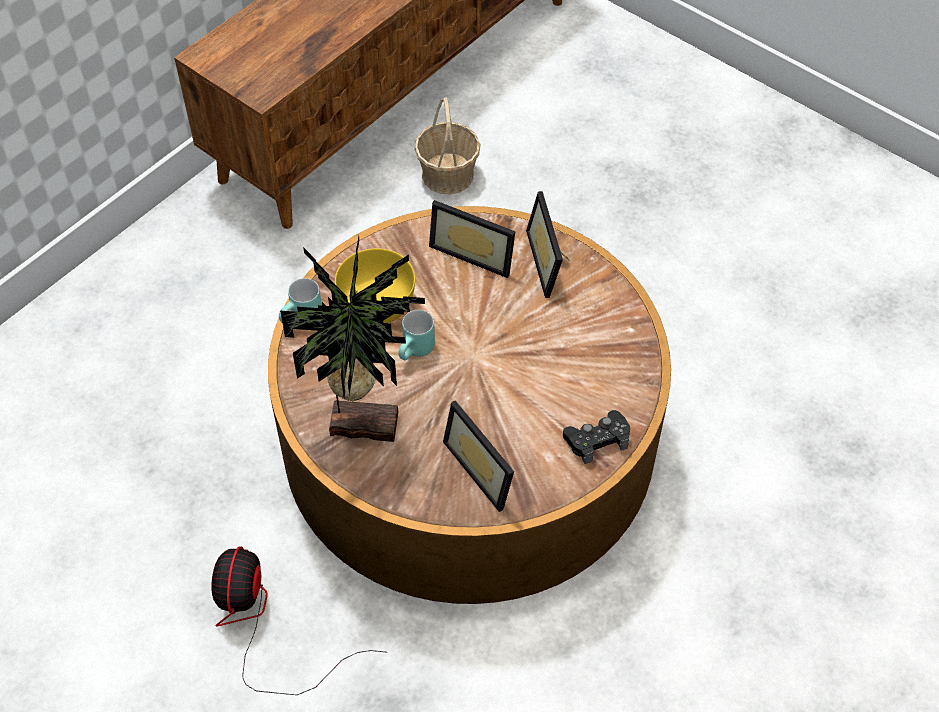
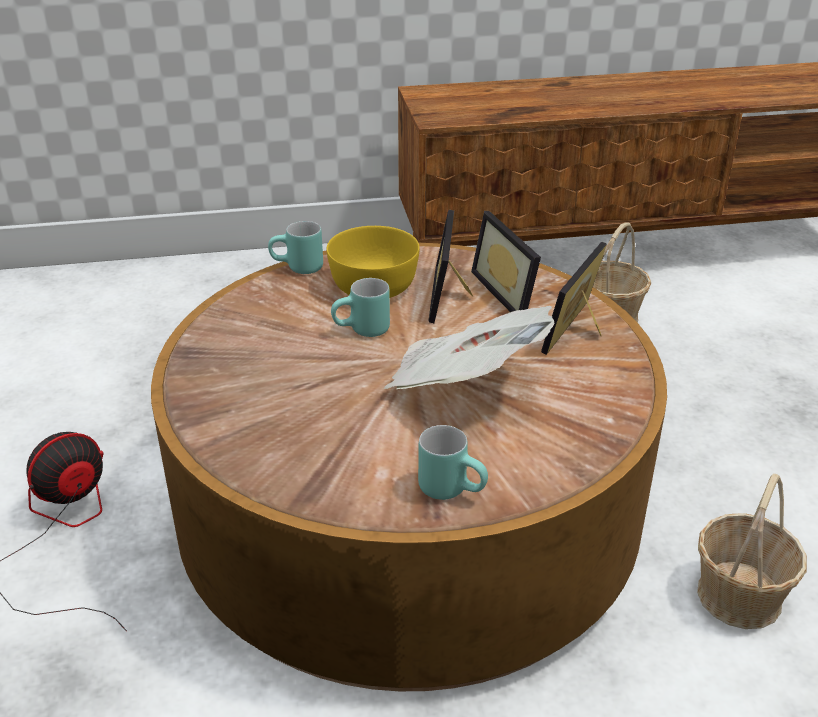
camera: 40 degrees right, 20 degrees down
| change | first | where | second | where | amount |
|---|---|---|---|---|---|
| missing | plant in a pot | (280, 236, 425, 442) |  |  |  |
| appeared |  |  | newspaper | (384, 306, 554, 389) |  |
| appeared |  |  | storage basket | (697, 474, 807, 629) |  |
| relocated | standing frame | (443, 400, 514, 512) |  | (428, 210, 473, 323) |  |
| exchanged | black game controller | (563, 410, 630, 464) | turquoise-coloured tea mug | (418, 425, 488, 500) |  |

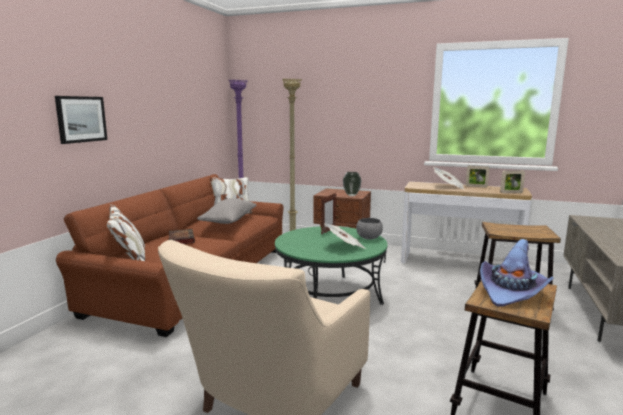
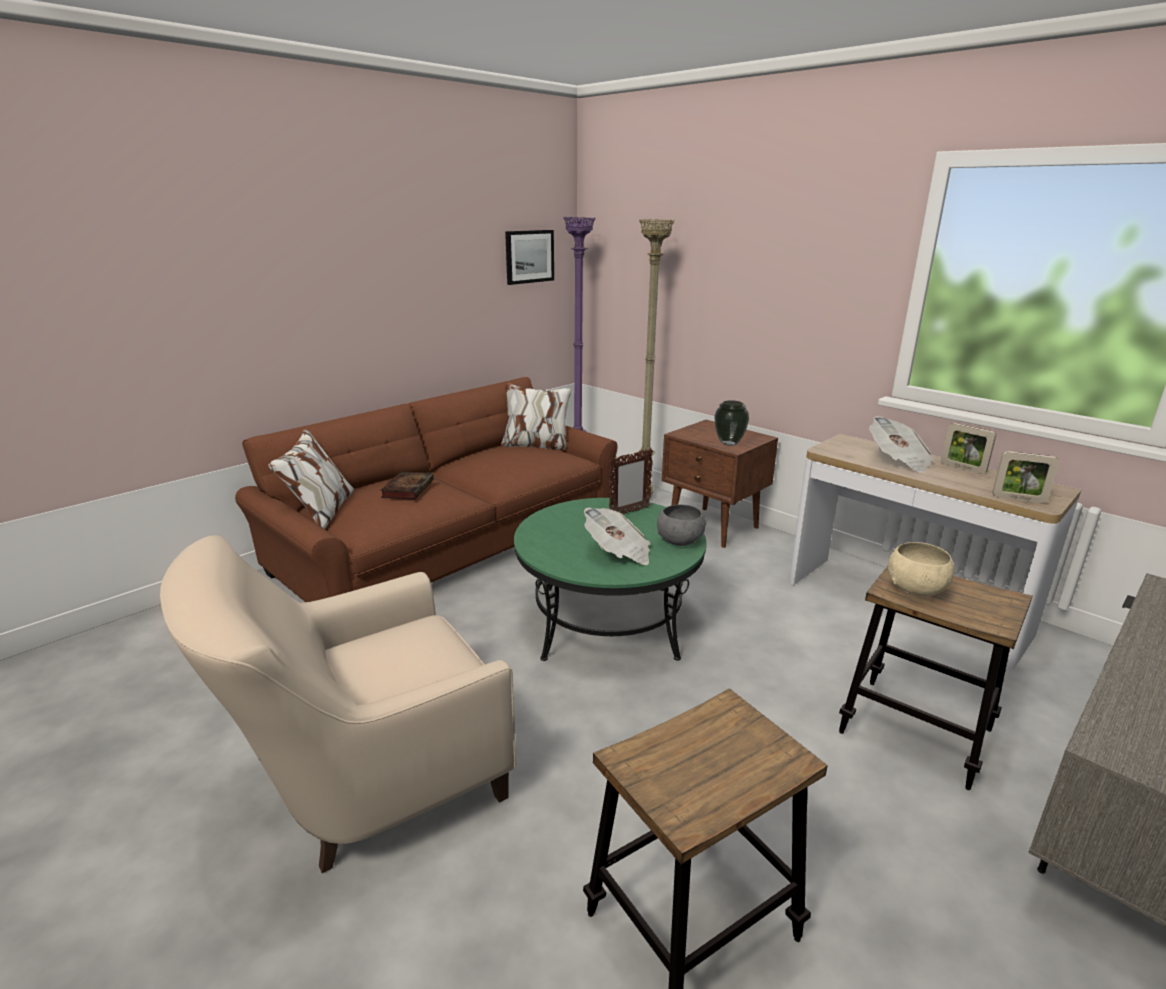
camera: 25 degrees right, 10 degrees up
| change | first | where | second | where | amount |
|---|---|---|---|---|---|
| missing | grey cushion | (197, 198, 256, 224) |  |  |  |
| missing | purple wearable hat | (480, 239, 554, 306) |  |  |  |
| appeared |  |  | beige deep dish | (888, 542, 954, 597) |  |
| relocated | wall art | (55, 96, 107, 144) |  | (505, 230, 554, 285) |  |

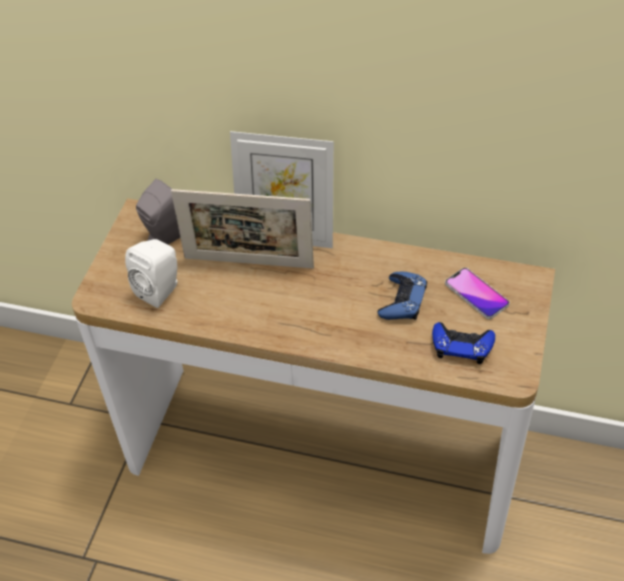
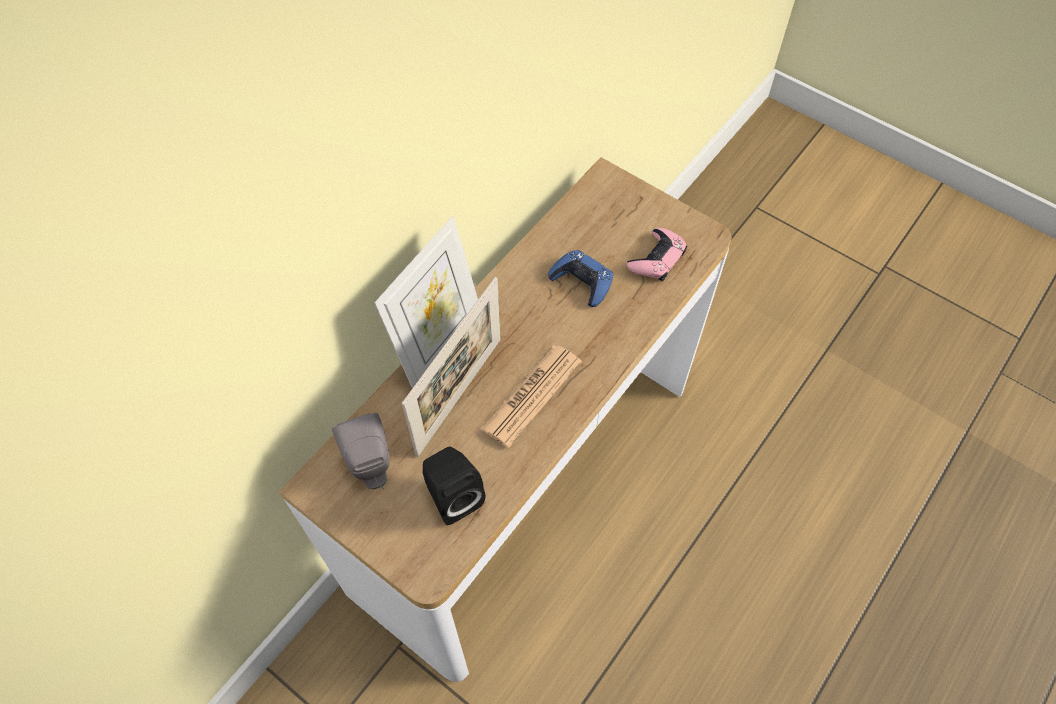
camera: 70 degrees left, 10 degrees up
| change | first | where | second | where | amount |
|---|---|---|---|---|---|
| missing | handset | (445, 268, 510, 319) |  |  |  |
| appeared |  |  | newspaper | (480, 345, 582, 448) |  |
| colour | whitish loudspeaker | (125, 239, 177, 308) | black loudspeaker | (422, 447, 485, 525) |  |
| colour | bluish game controller | (432, 322, 495, 364) | pink-coloured game controller | (627, 228, 687, 281) |  |

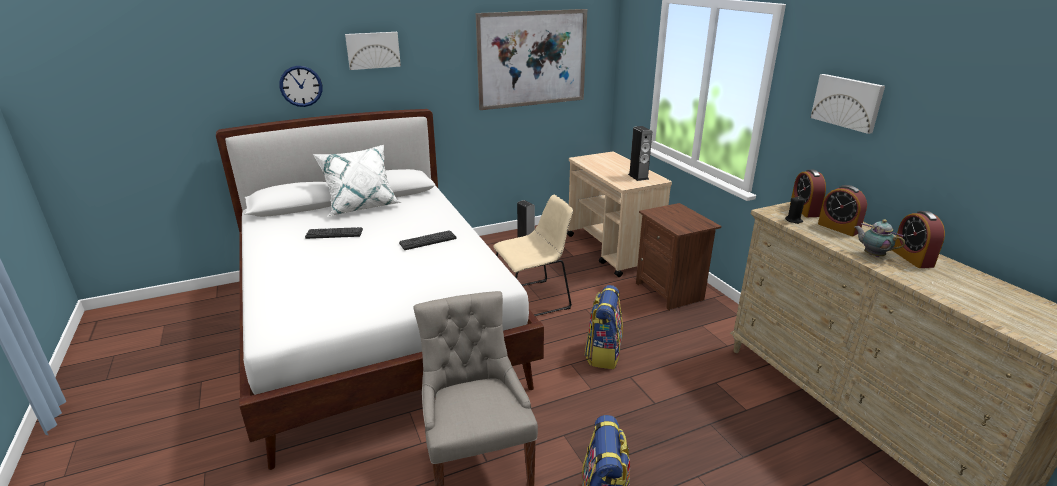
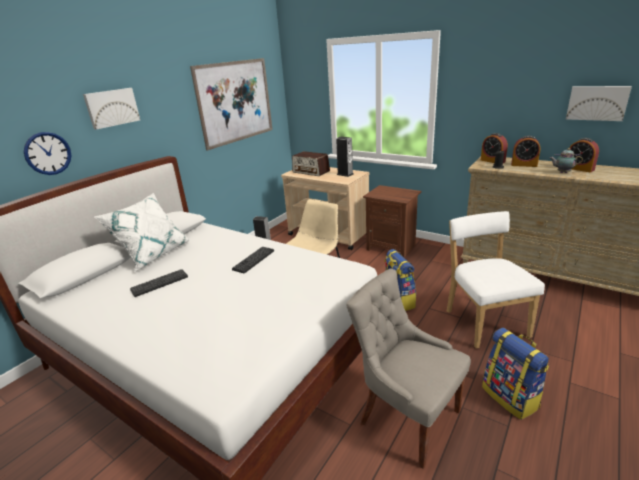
camera: 30 degrees left, 0 degrees up
| change | first | where | second | where | amount |
|---|---|---|---|---|---|
| appeared |  |  | radio receiver | (292, 151, 330, 176) |  |
| appeared |  |  | whitish upright chair | (447, 211, 545, 349) |  |
| relocated | wall art | (810, 74, 885, 134) |  | (566, 86, 632, 121) |  |

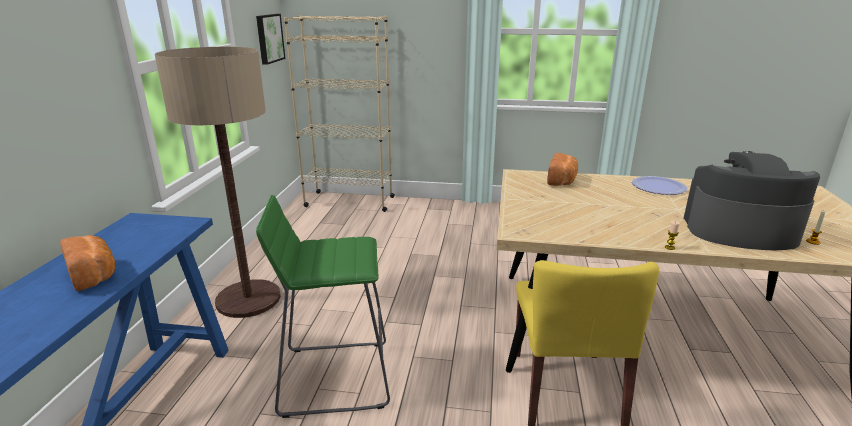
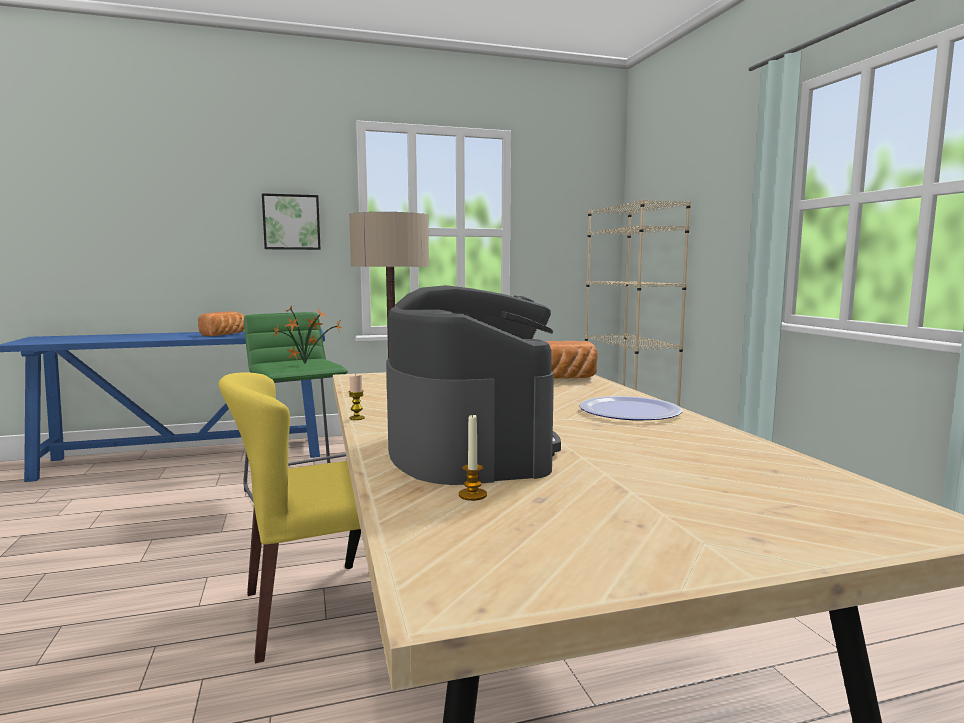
camera: 65 degrees right, 15 degrees down
| change | first | where | second | where | amount |
|---|---|---|---|---|---|
| appeared |  |  | plant in a pot | (273, 306, 342, 364) |  |
| relocated | wall art | (256, 14, 285, 65) |  | (262, 193, 320, 250) |  |

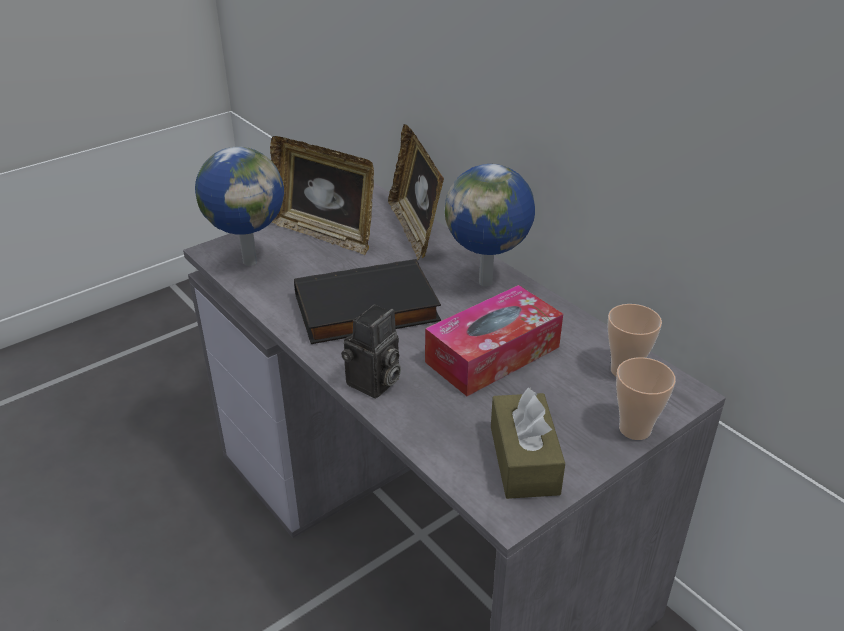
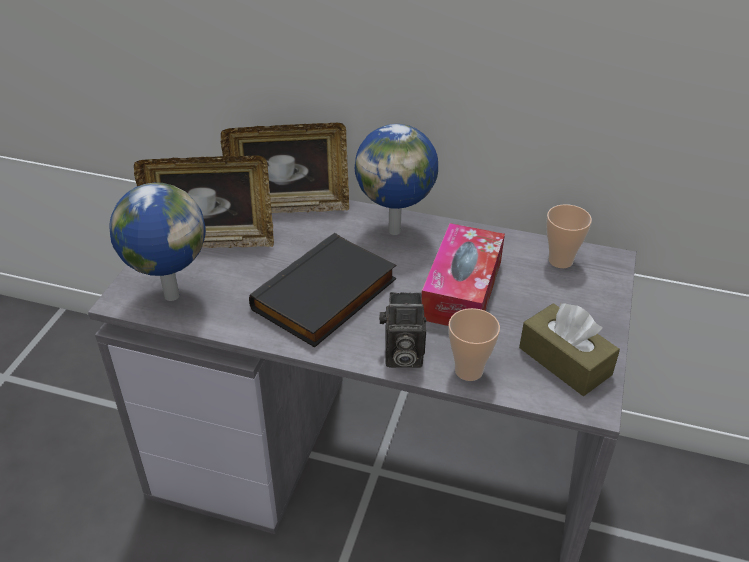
camera: 35 degrees left, 5 degrees up
| change | first | where | second | where | amount |
|---|---|---|---|---|---|
| relocated | drinking cup | (616, 357, 676, 440) |  | (448, 308, 500, 381) |  |
| spun | still camera | (341, 304, 401, 399) |  | (379, 292, 427, 368) | 90 degrees clockwise |
| spun | standing frame | (388, 124, 444, 260) |  | (221, 123, 349, 213) | 45 degrees counterclockwise |

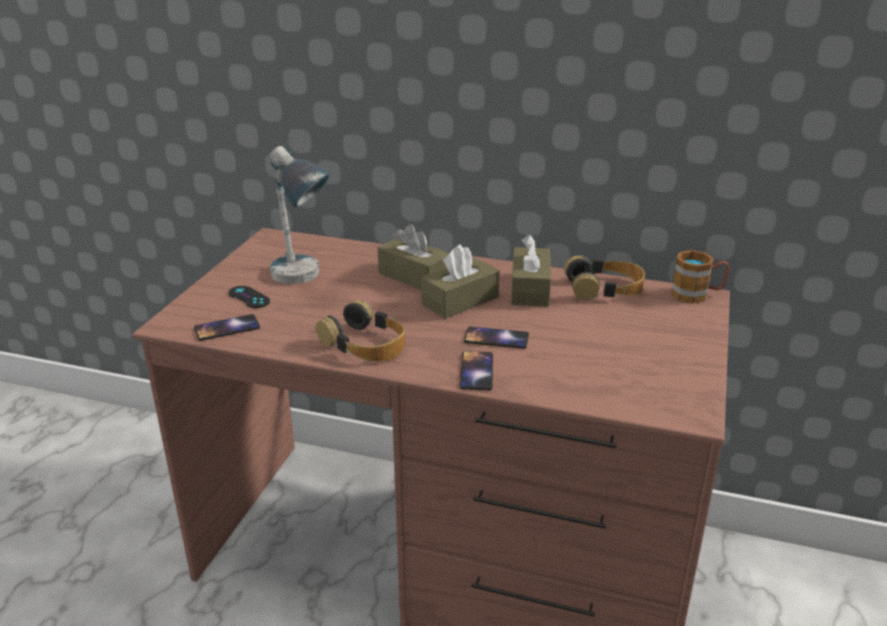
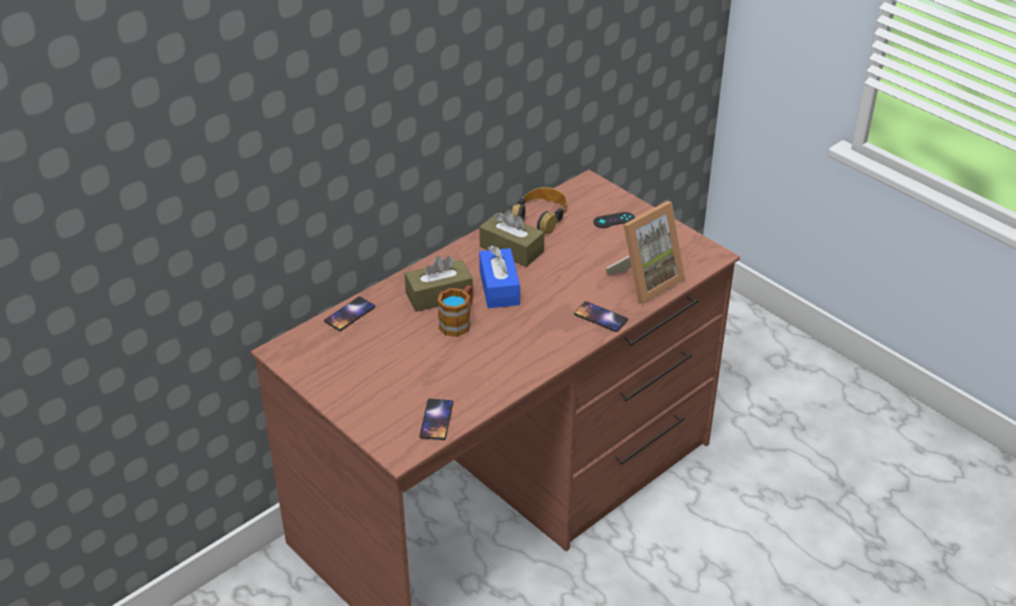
camera: 60 degrees left, 10 degrees up
| change | first | where | second | where | amount |
|---|---|---|---|---|---|
| missing | table lamp | (270, 146, 330, 284) |  |  |  |
| missing | pair of headphones | (316, 300, 405, 362) |  |  |  |
| appeared |  |  | standing frame | (606, 201, 685, 304) |  |
| relocated | black game controller | (228, 286, 270, 308) |  | (593, 212, 635, 228) |  |
| relocated | handset | (464, 327, 529, 349) |  | (324, 297, 375, 331) |  |
| relocated | tea mug | (671, 250, 729, 303) |  | (437, 285, 473, 337) |  |
| colour | brownish tissue box | (421, 244, 499, 319) | bluish tissue box | (479, 246, 520, 308) |  |

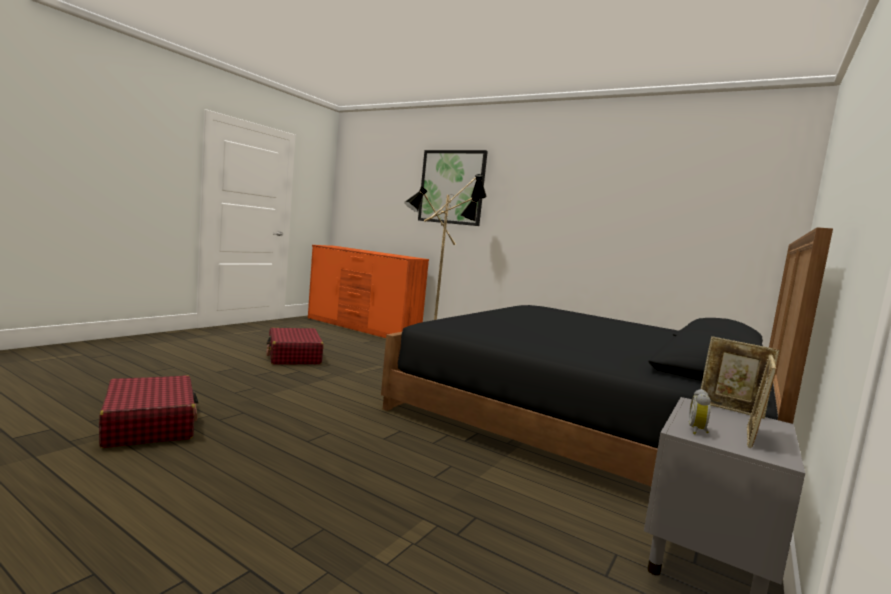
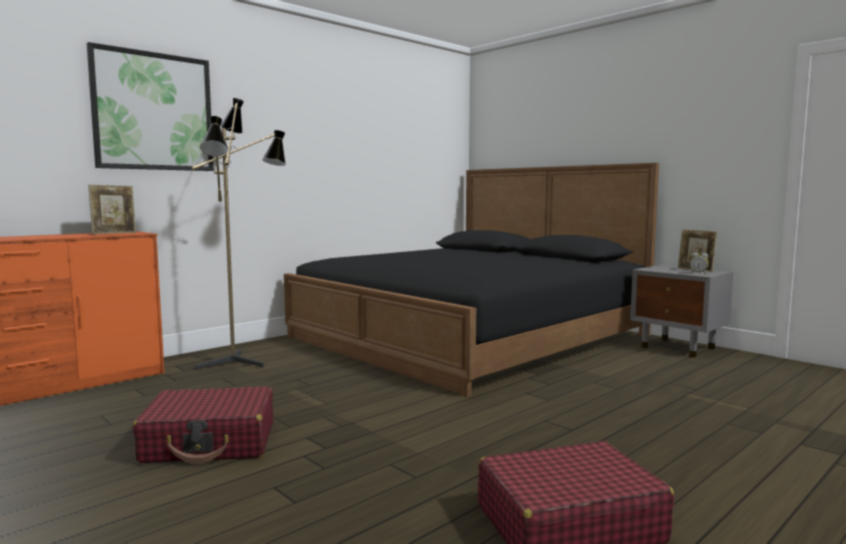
camera: 75 degrees left, 0 degrees up
| change | first | where | second | where | amount |
|---|---|---|---|---|---|
| relocated | standing frame | (701, 336, 779, 419) |  | (88, 185, 136, 234) |  |

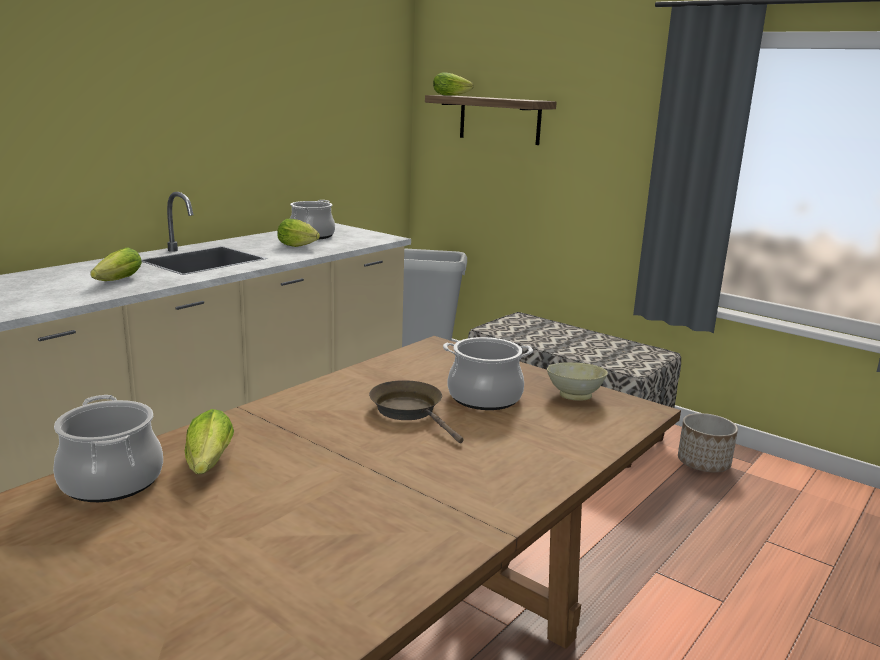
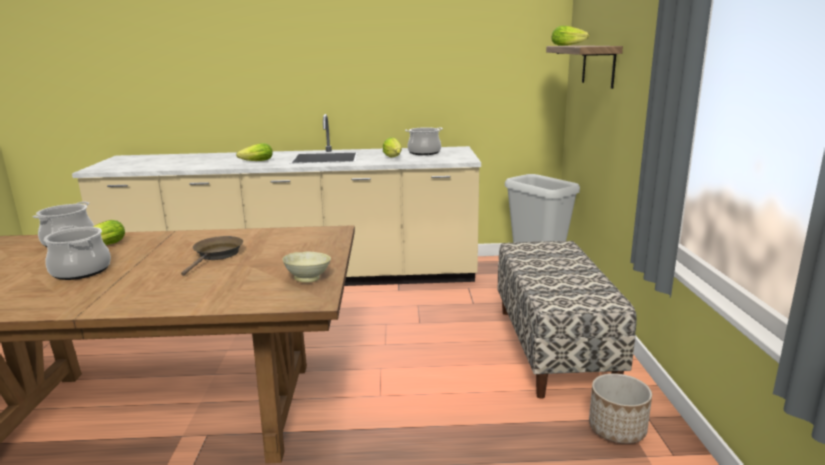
camera: 50 degrees right, 0 degrees up
| change | first | where | second | where | amount |
|---|---|---|---|---|---|
| relocated | stockpot | (443, 337, 533, 410) |  | (44, 225, 111, 280) |  |

